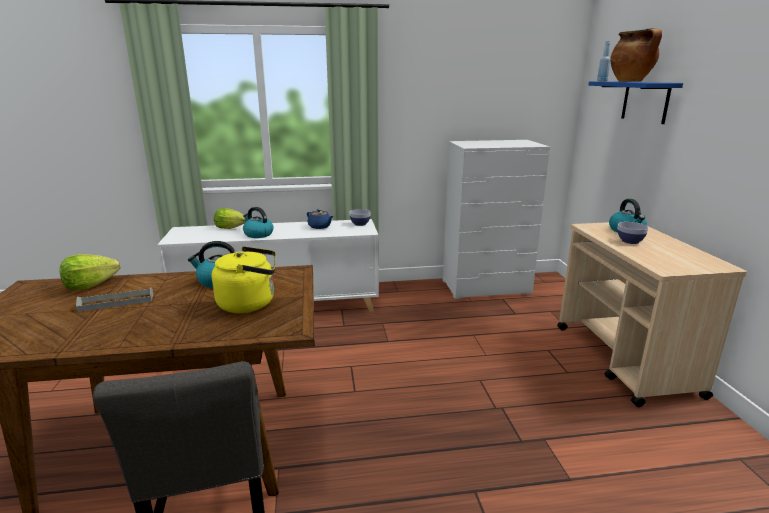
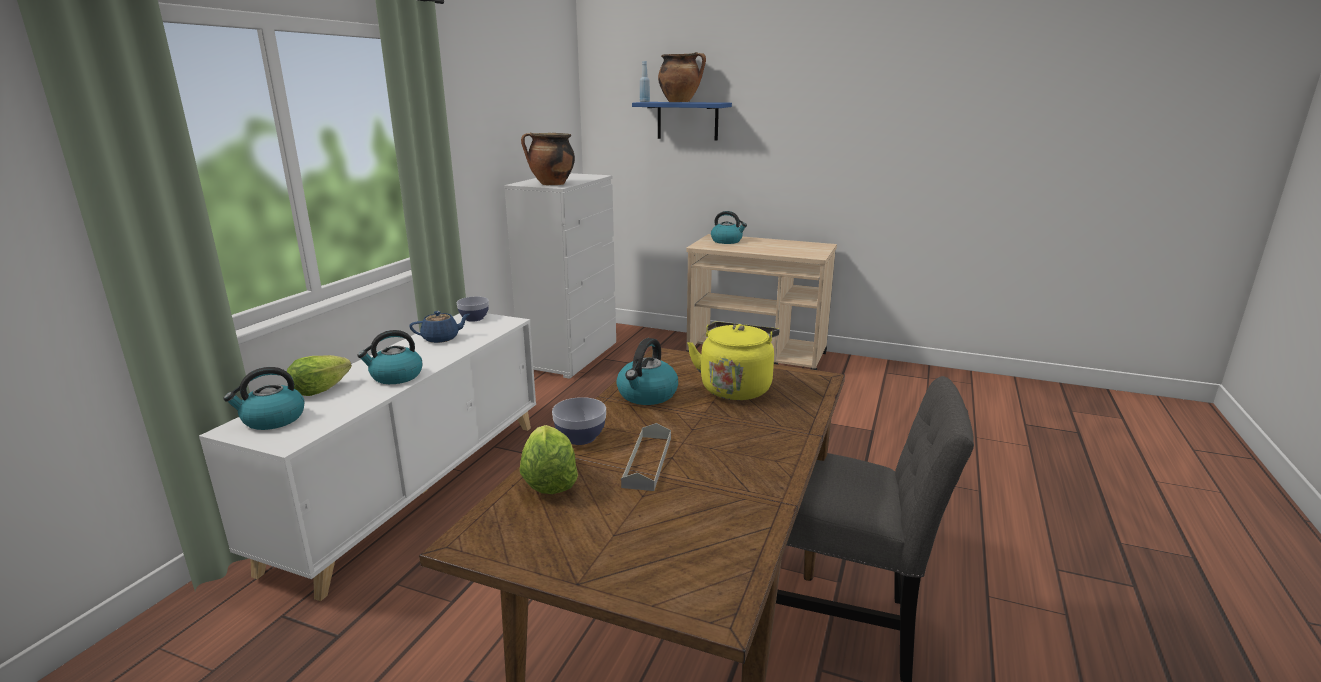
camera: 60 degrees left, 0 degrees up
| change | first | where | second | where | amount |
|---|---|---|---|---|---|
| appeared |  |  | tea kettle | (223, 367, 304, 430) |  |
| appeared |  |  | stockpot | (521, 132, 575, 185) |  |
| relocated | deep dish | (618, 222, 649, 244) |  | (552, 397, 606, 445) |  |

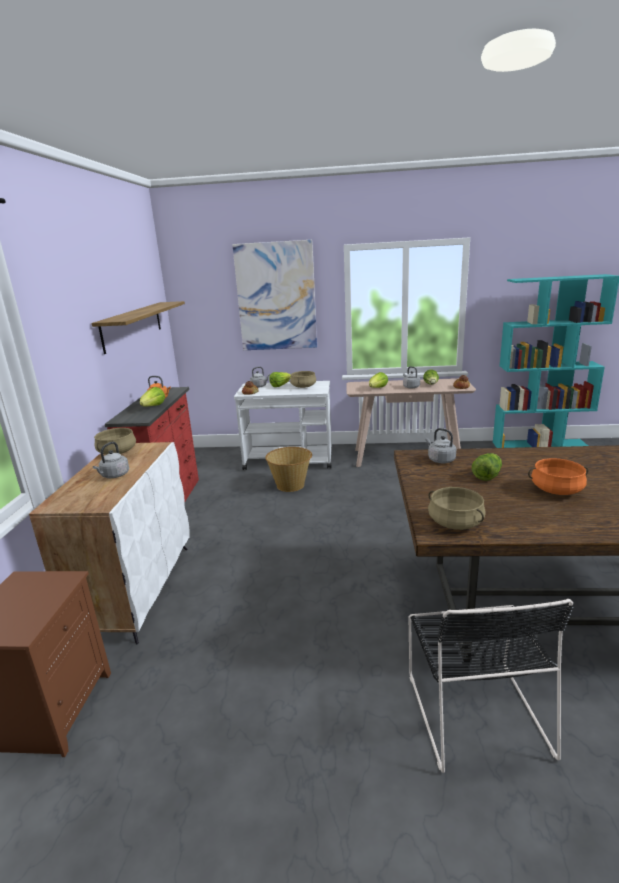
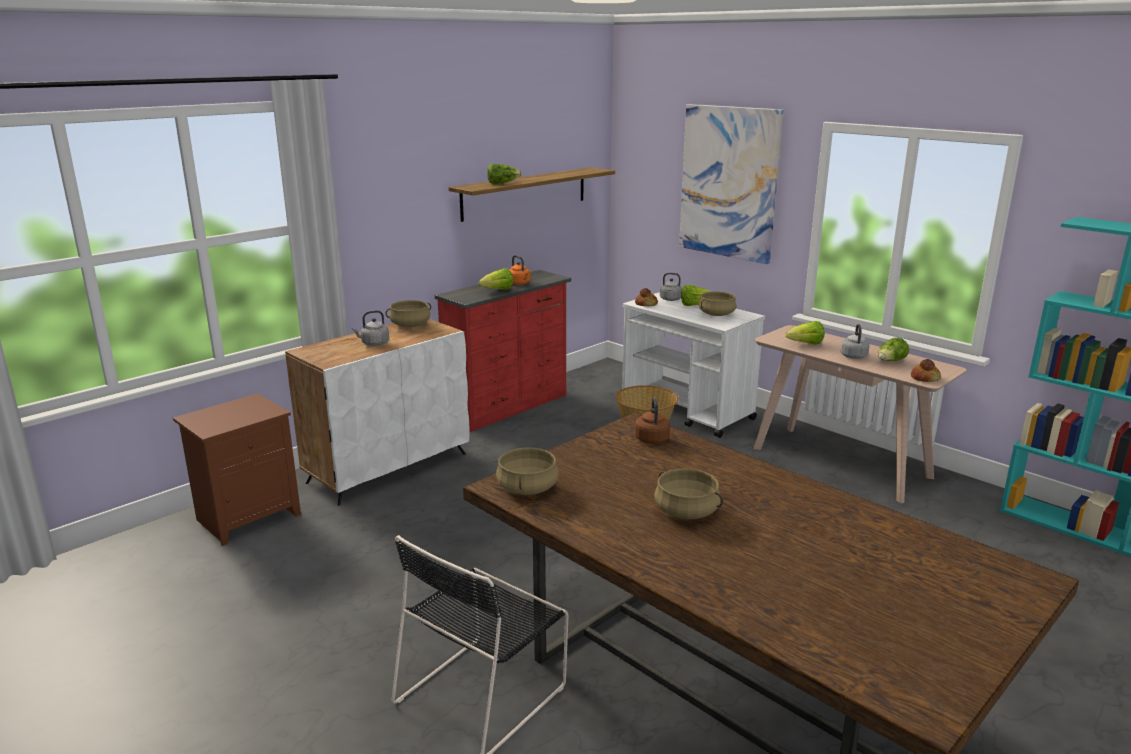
camera: 40 degrees right, 0 degrees up
| change | first | where | second | where | amount |
|---|---|---|---|---|---|
| relocated | lettuce | (472, 453, 502, 481) |  | (487, 164, 522, 184) |  |
| colour | grey tea kettle | (426, 428, 456, 463) | brownish tea kettle | (635, 397, 670, 444) |  |
| colour | orange-coloured stockpot | (528, 458, 588, 495) | beige stockpot | (654, 468, 723, 519) |  |

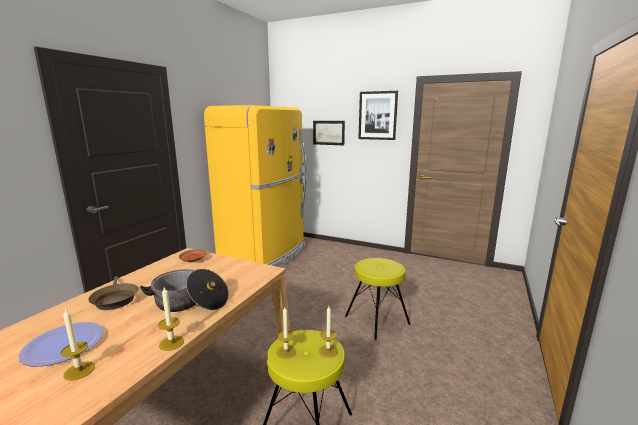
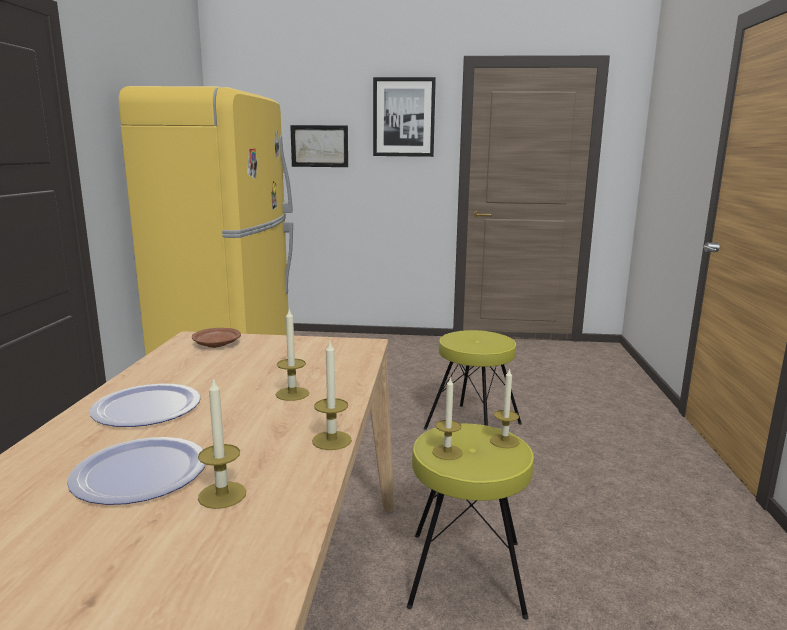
camera: 20 degrees left, 0 degrees up
| change | first | where | second | where | amount |
|---|---|---|---|---|---|
| exchanged | brownish pan | (88, 276, 138, 310) | plate | (89, 383, 201, 427) |  |
| exchanged | stockpot | (140, 269, 229, 312) | candle | (276, 309, 309, 401) |  |

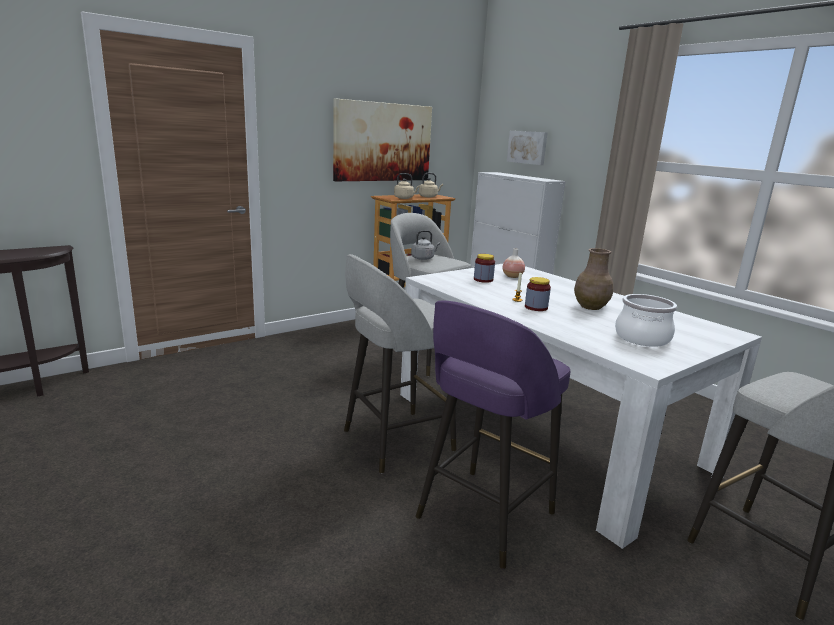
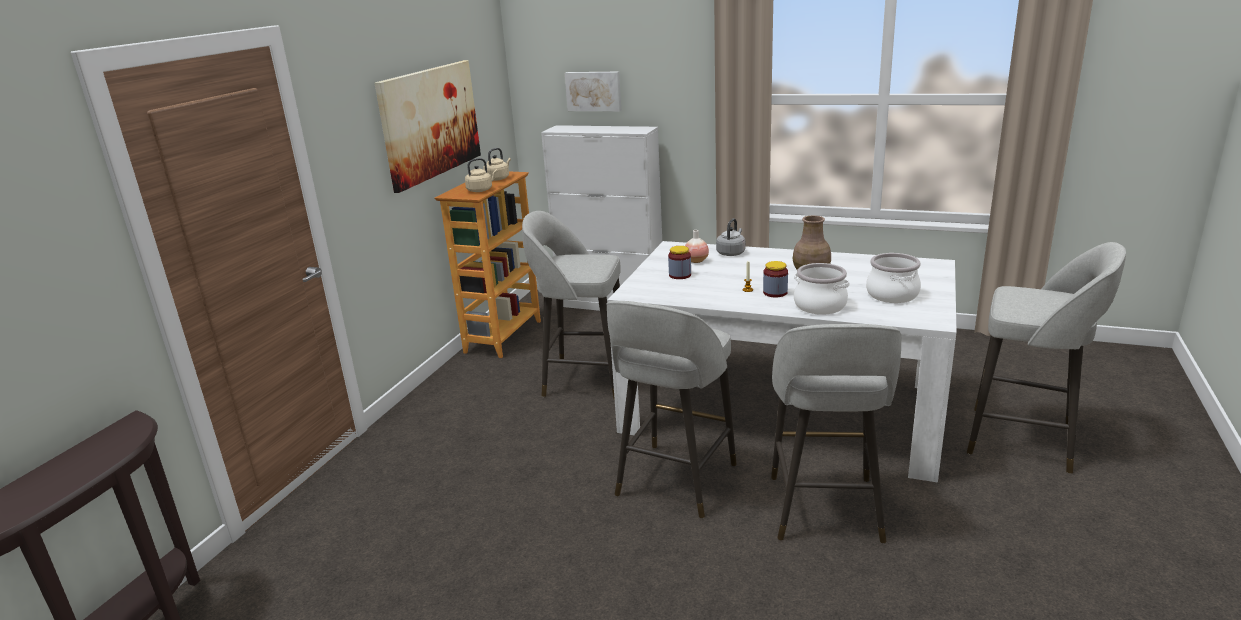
camera: 30 degrees left, 5 degrees up
| change | first | where | second | where | amount |
|---|---|---|---|---|---|
| appeared |  |  | stockpot | (794, 263, 850, 315) |  |
| relocated | grey tea kettle | (411, 230, 440, 260) |  | (716, 218, 745, 256) |  |
| colour | purple stool | (415, 300, 570, 569) | grey stool | (771, 324, 901, 543) |  |

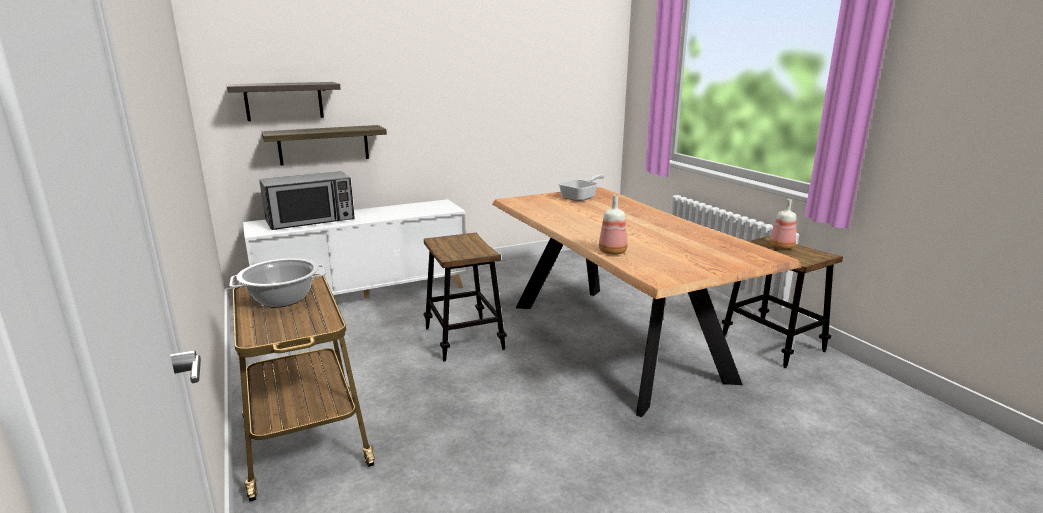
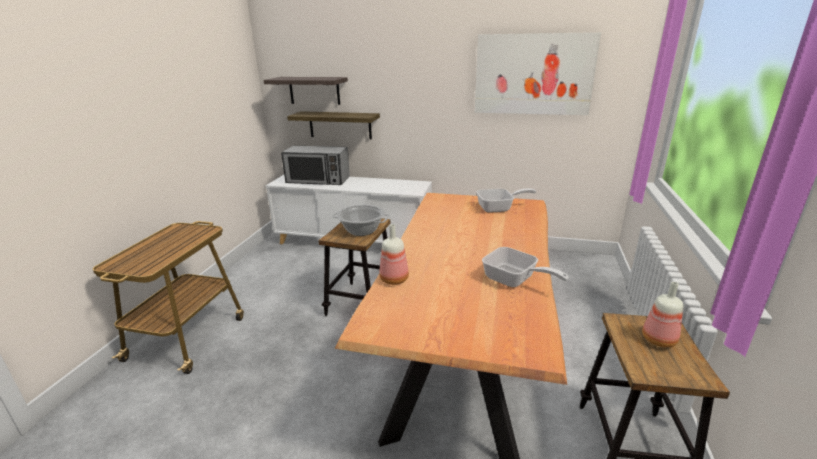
camera: 40 degrees right, 5 degrees up
| change | first | where | second | where | amount |
|---|---|---|---|---|---|
| appeared |  |  | wall art | (475, 32, 601, 115) |  |
| appeared |  |  | pan | (482, 247, 568, 287) |  |
| relocated | stockpot | (229, 258, 327, 308) |  | (332, 204, 390, 236) |  |

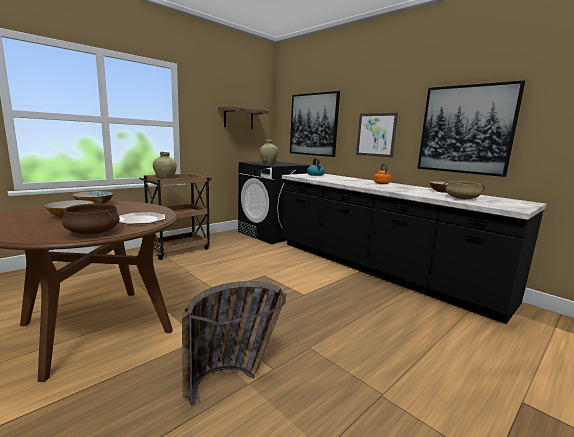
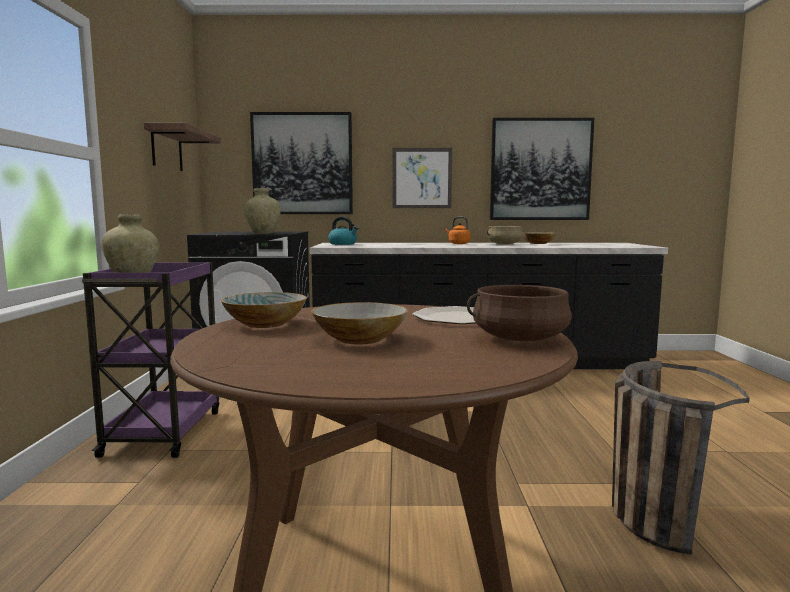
camera: 45 degrees left, 5 degrees down
| change | first | where | second | where | amount |
|---|---|---|---|---|---|
| relocated | beige stockpot | (443, 181, 485, 199) |  | (487, 226, 523, 245) |  |
| colour | brownish trolley | (139, 173, 212, 260) | purple trolley | (82, 262, 219, 458) |  |

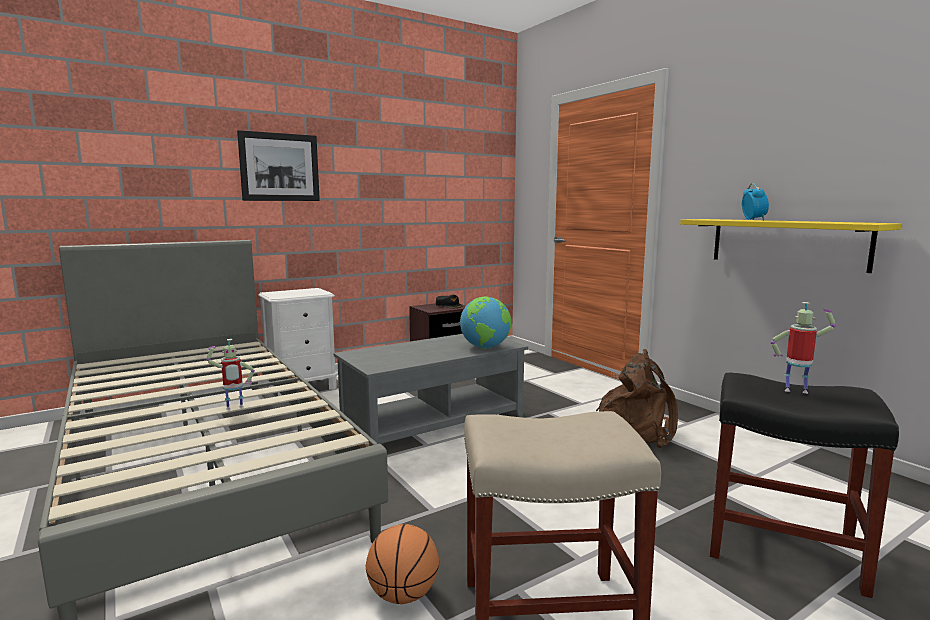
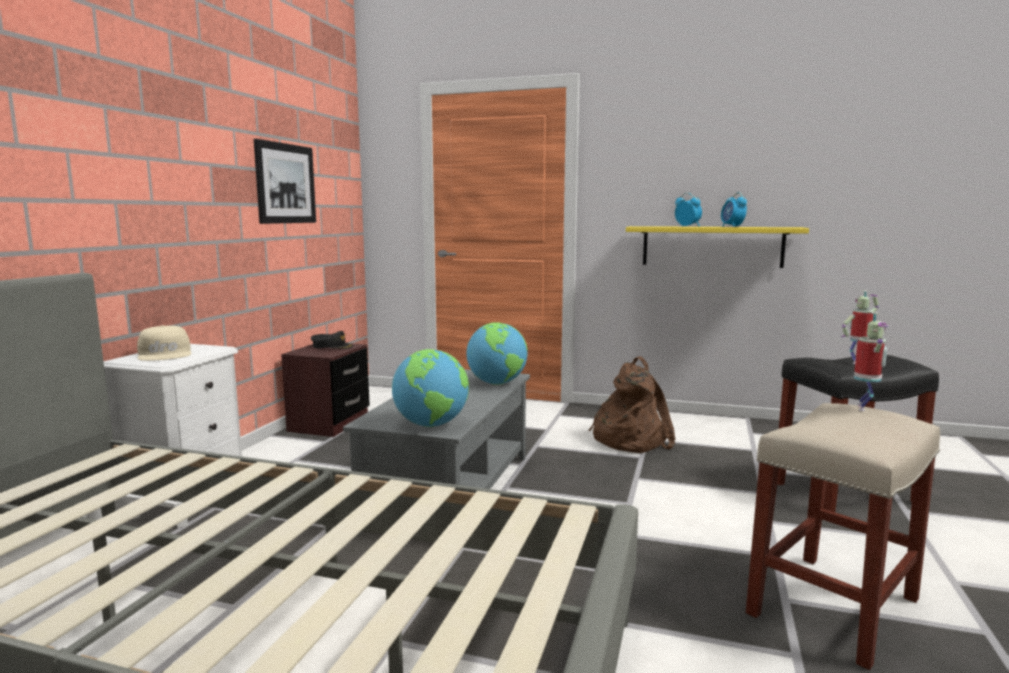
camera: 40 degrees left, 0 degrees up
| change | first | where | second | where | amount |
|---|---|---|---|---|---|
| missing | basketball | (366, 524, 439, 604) |  |  |  |
| appeared |  |  | beige baseball cap | (137, 325, 192, 361) |  |
| appeared |  |  | world globe | (392, 349, 469, 427) |  |
| appeared |  |  | table clock | (721, 192, 747, 227) |  |
| relocated | toy robot | (206, 339, 255, 410) |  | (854, 312, 889, 411) |  |
| relocated | wall art | (237, 130, 320, 201) |  | (254, 139, 316, 224) |  |

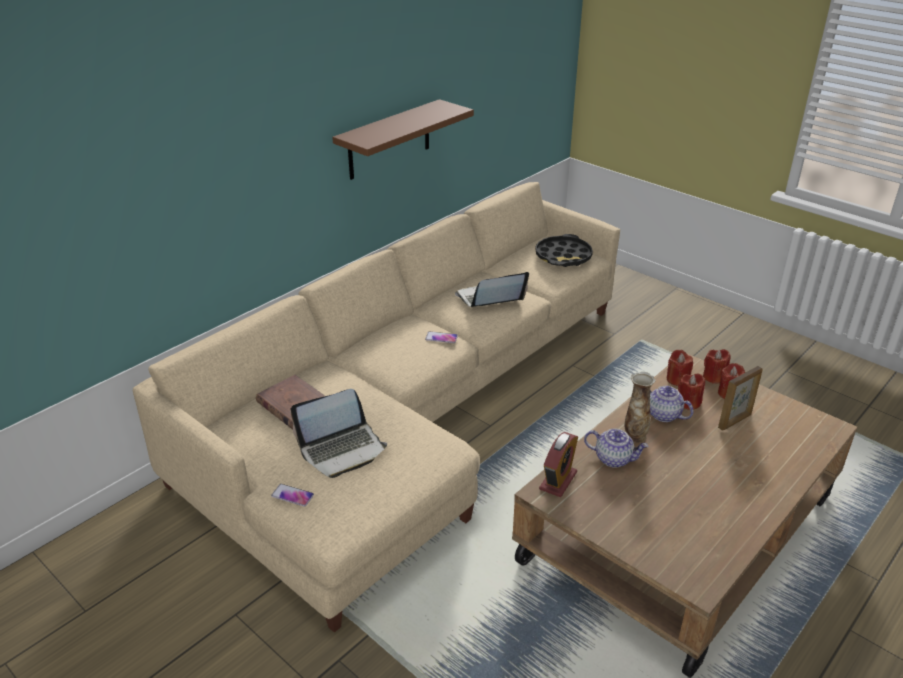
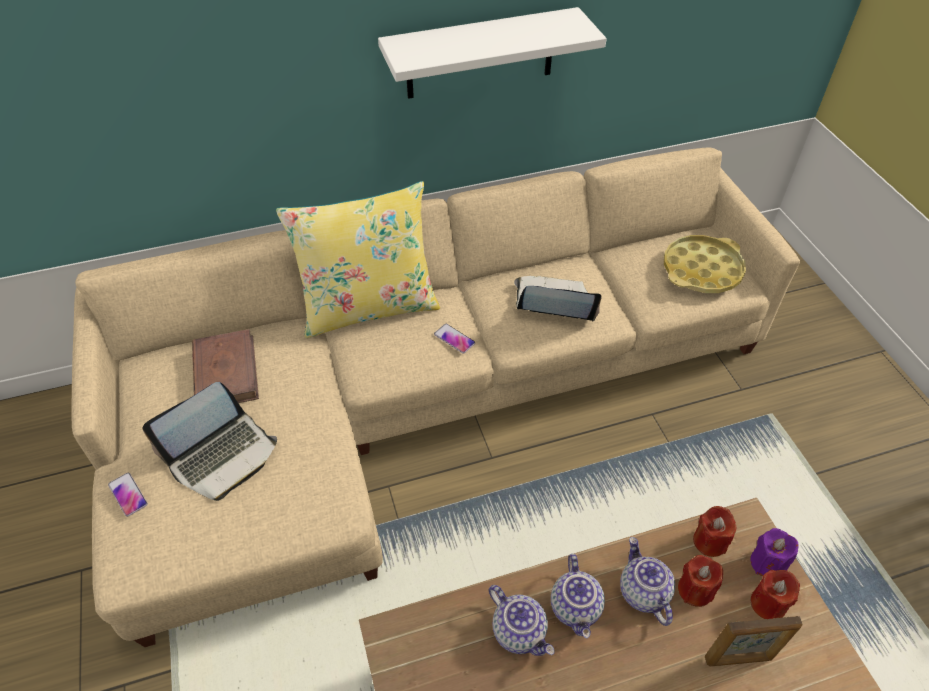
camera: 30 degrees right, 15 degrees up
| change | first | where | second | where | amount |
|---|---|---|---|---|---|
| missing | table clock | (539, 432, 578, 497) |  |  |  |
| appeared |  |  | yellow-coloured cushion | (276, 181, 440, 338) |  |
| exchanged | decorative vase | (625, 372, 656, 443) | teapot | (551, 554, 605, 638) |  |
| colour | brownish wall shelf | (332, 99, 474, 180) | whitish wall shelf | (378, 7, 607, 99) |  |
| colour | black carrying tray | (535, 234, 593, 267) | yellow-coloured carrying tray | (664, 235, 746, 293) |  |
| colour | red-coloured candle | (703, 349, 731, 384) | purple candle | (750, 528, 799, 577) |  |
| spun | notebook computer | (290, 389, 387, 478) |  | (143, 382, 277, 501) | 45 degrees counterclockwise |

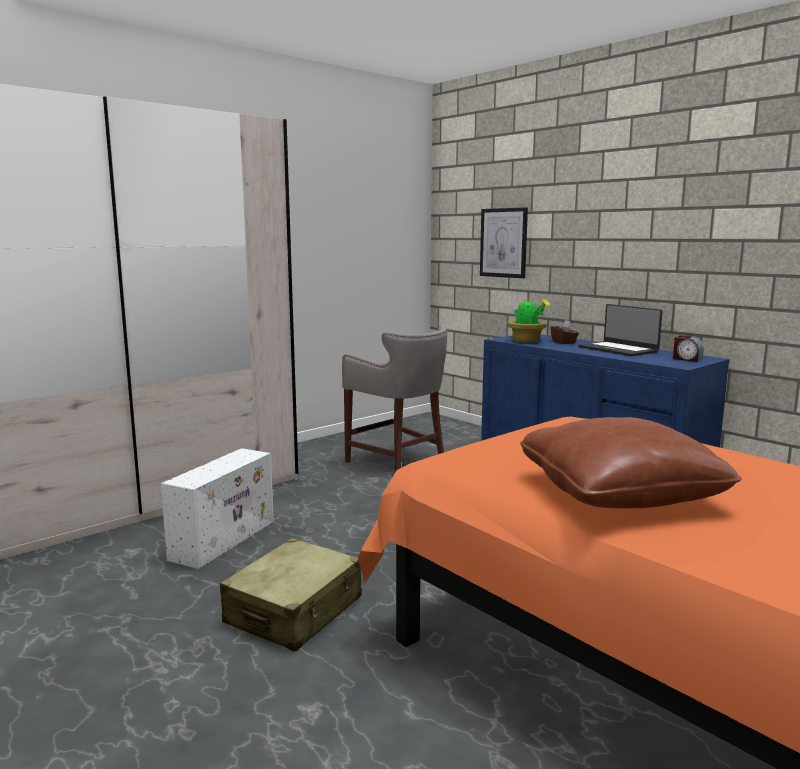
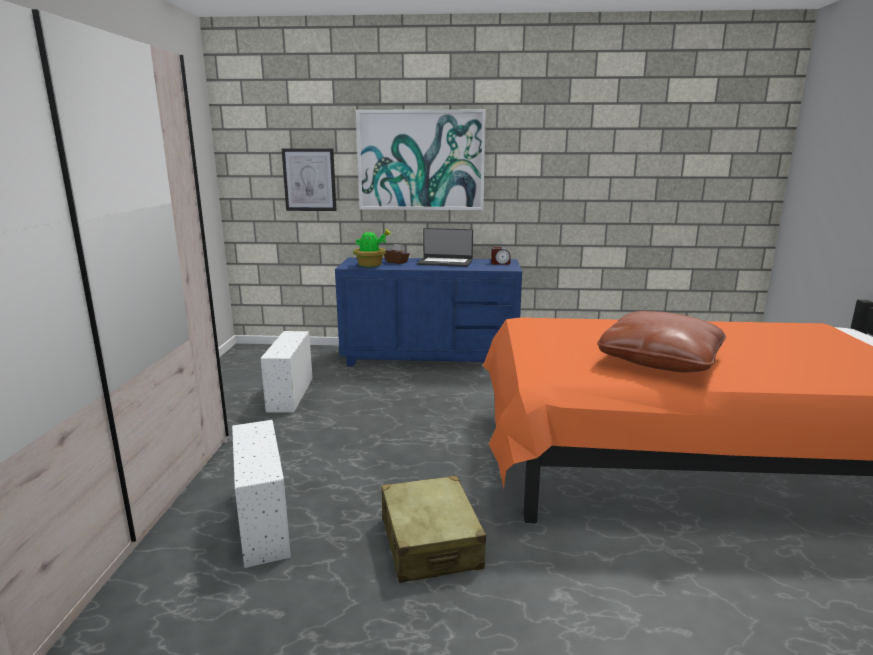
camera: 45 degrees left, 5 degrees up
| change | first | where | second | where | amount |
|---|---|---|---|---|---|
| appeared |  |  | wall art | (356, 109, 486, 210) |  |
| exchanged | grey stool | (342, 324, 447, 471) | whitish storage container | (261, 331, 313, 412) |  |

